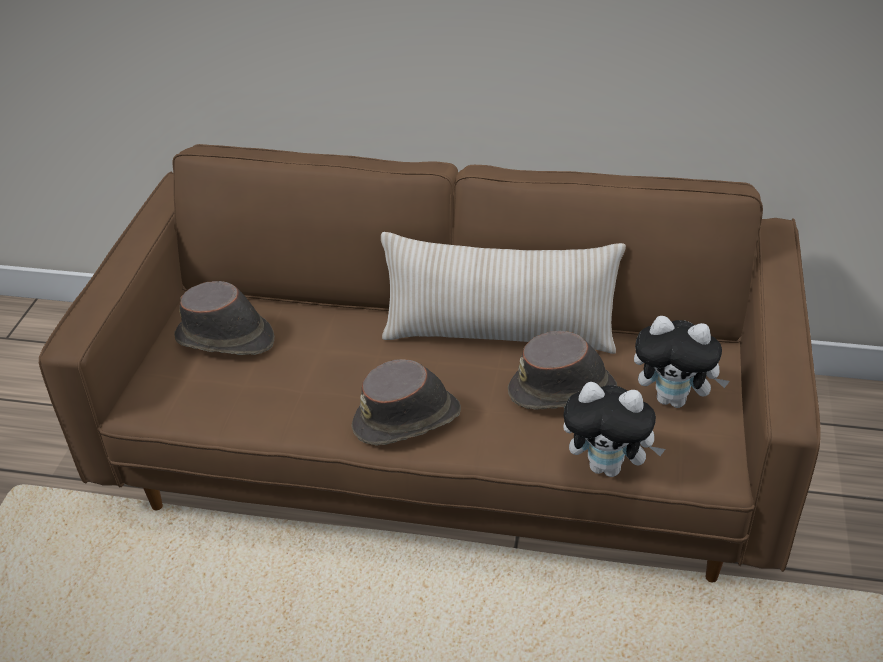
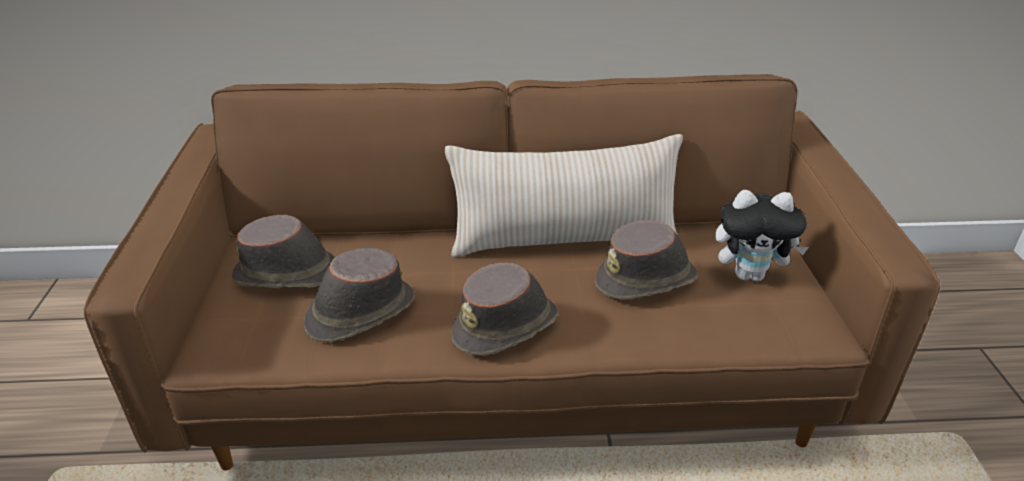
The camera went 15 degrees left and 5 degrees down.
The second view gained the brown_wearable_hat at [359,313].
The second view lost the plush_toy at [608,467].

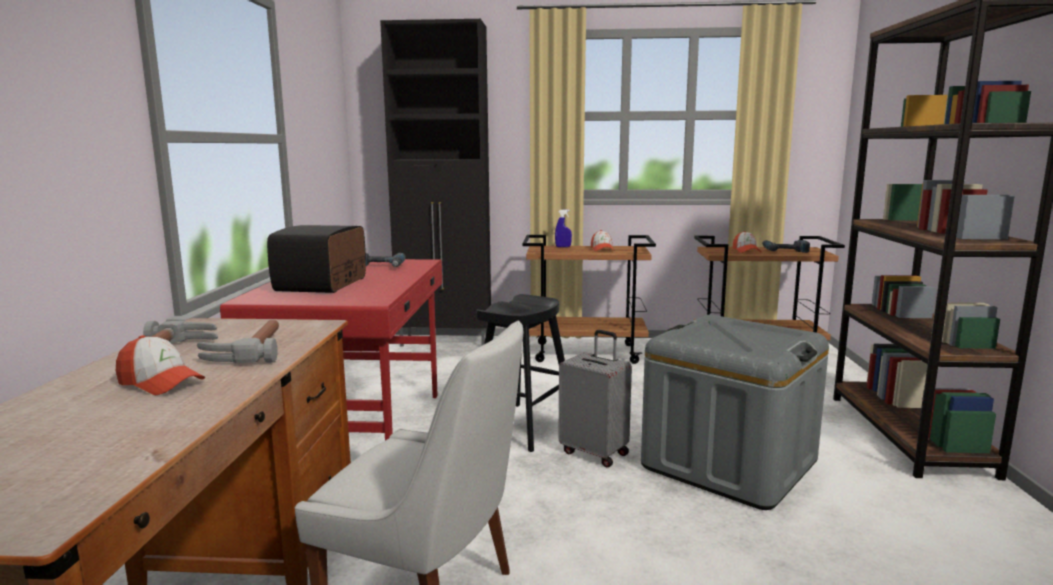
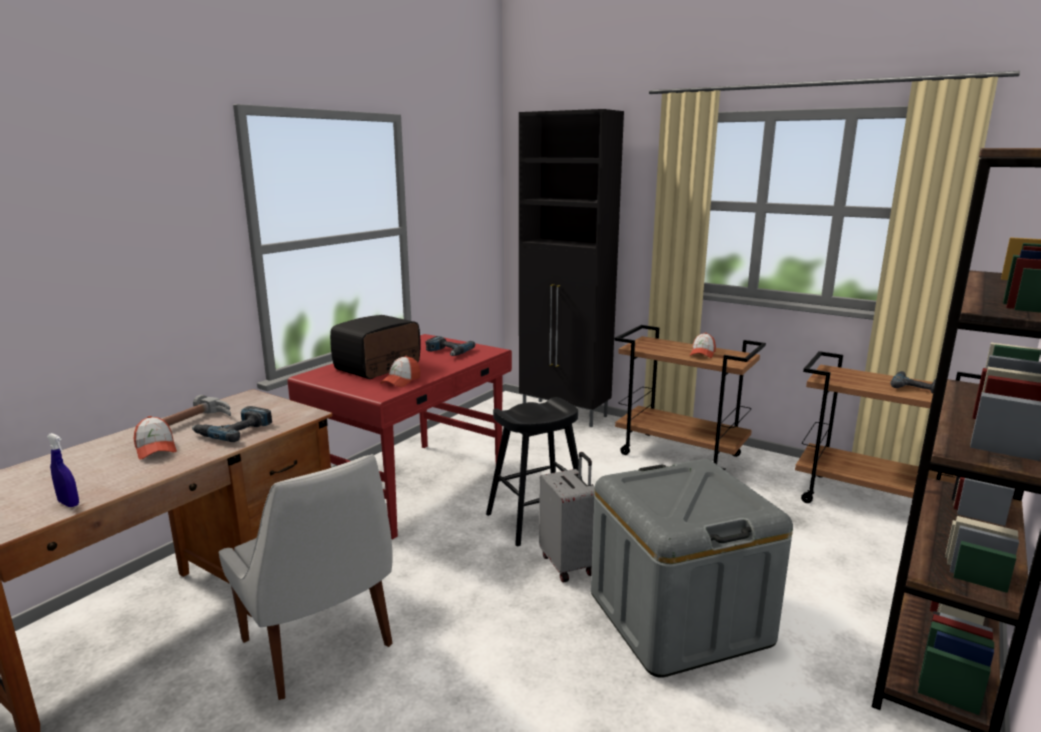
The camera went 30 degrees right and 5 degrees up.
The blue_hand_sprayer ended up elsewhere, having gone from [563,247] to [69,503].
Where the hand_hammer stood at [248,350], the power_drill came to stand at [234,430].
The peaked_cap ended up elsewhere, having gone from [746,251] to [401,381].

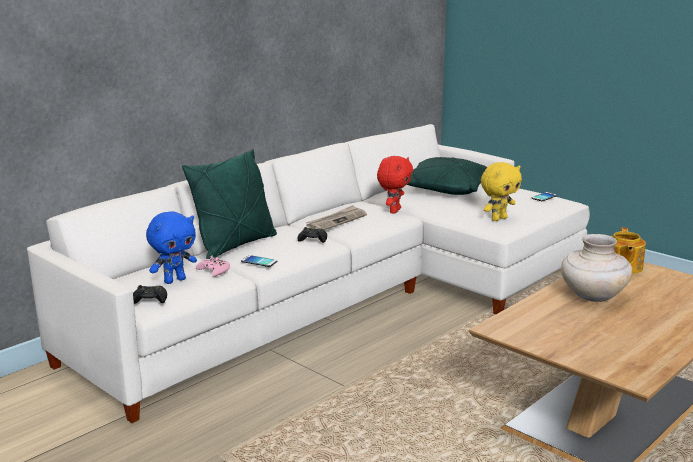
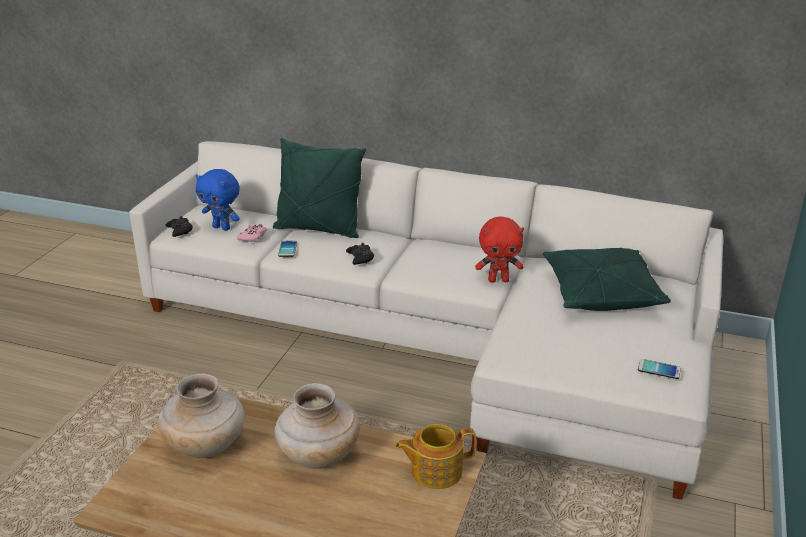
The camera went 65 degrees right and 10 degrees up.
The second view gained the beige_decorative_vase at [206,446].
The second view lost the printed_paper at [336,221].
The second view lost the yellow-coloured_plush_toy at [498,219].

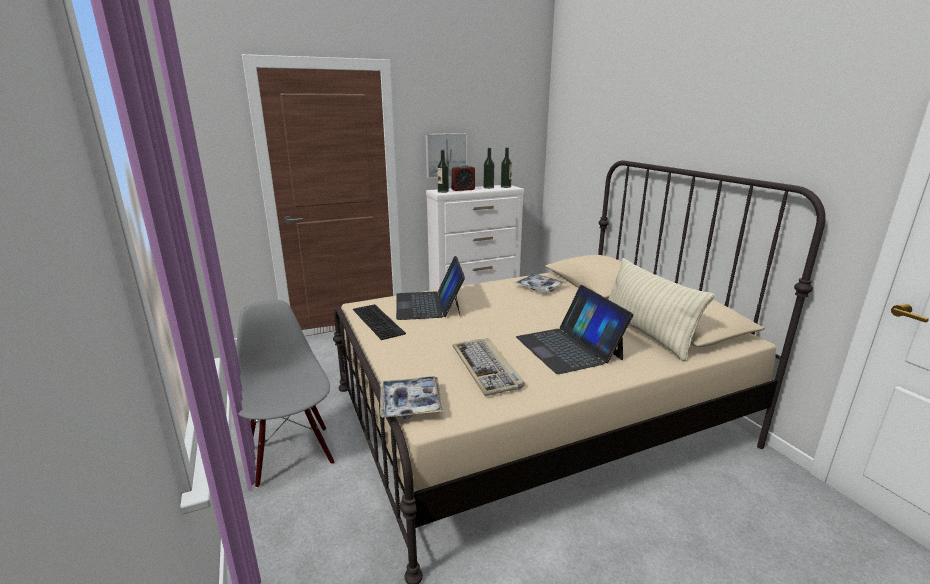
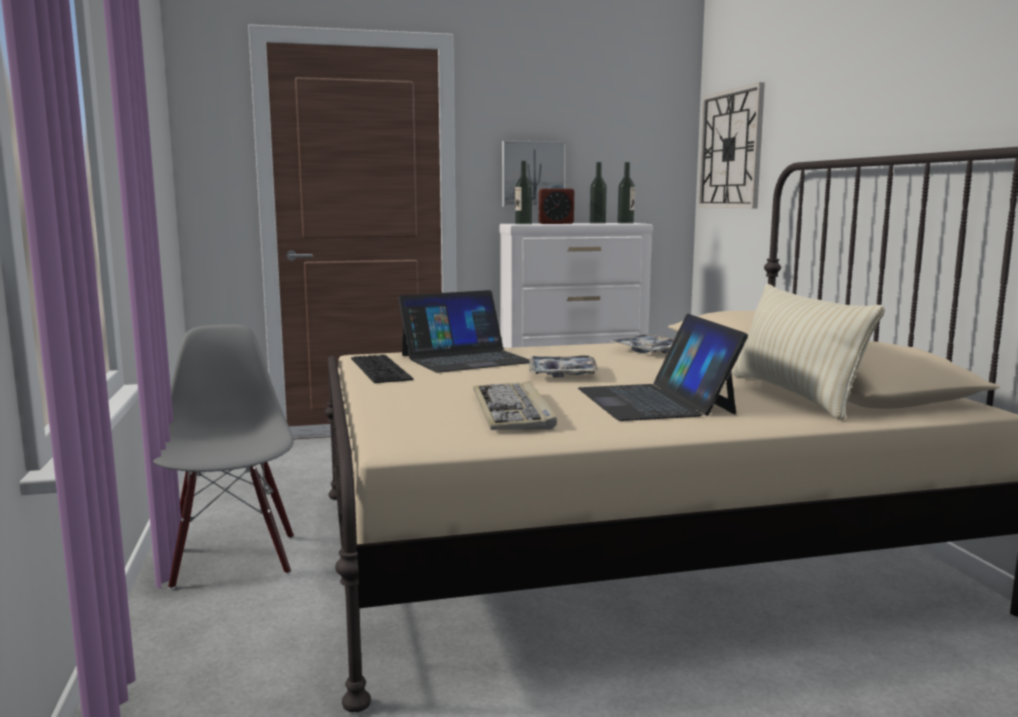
The camera went 10 degrees right and 10 degrees down.
The laptop at [428,304] ended up facing another way, 120 degrees counterclockwise from before.
The serving_tray ended up elsewhere, having gone from [411,403] to [562,374].
The second view gained the wall_clock at [730,149].

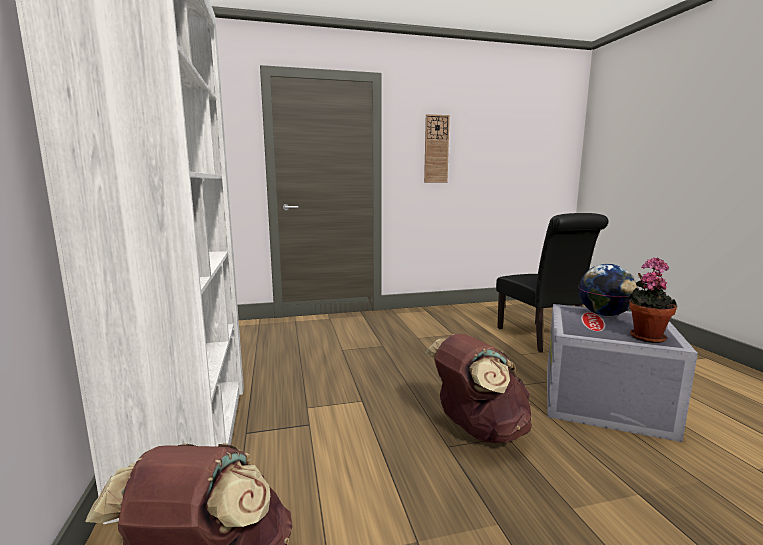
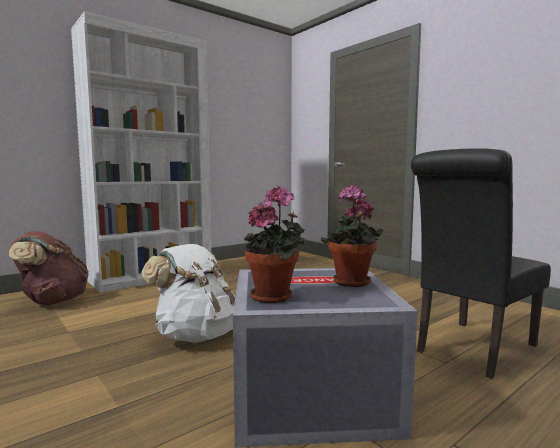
The camera went 65 degrees right and 5 degrees down.
What was the brown_knapsack at [478,431] turned into the white-coloured_knapsack at [196,335].
Where the world_globe stood at [604,314], the plant_in_a_pot came to stand at [351,283].
The second view lost the wall_clock at [436,149].

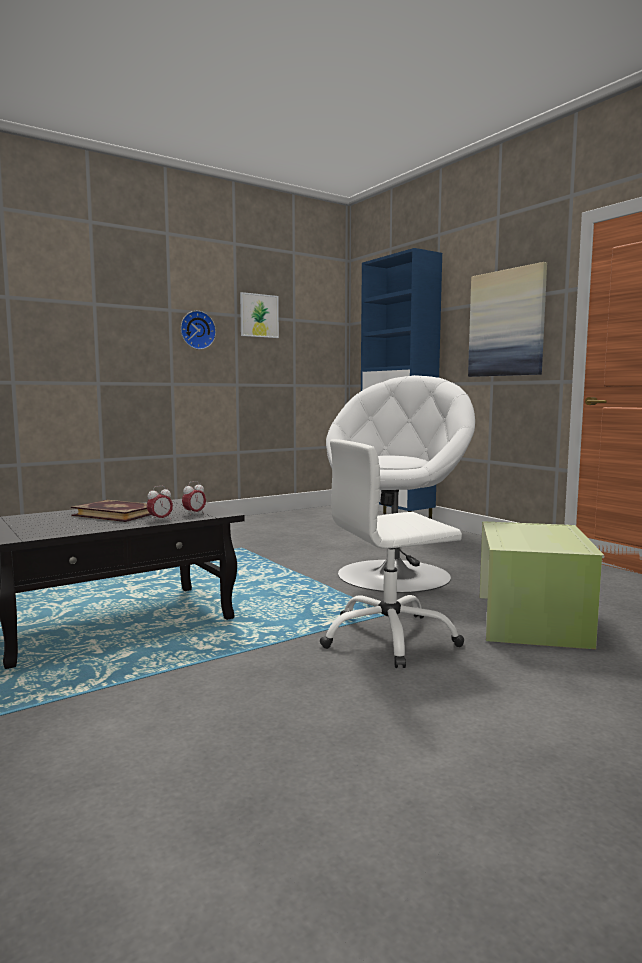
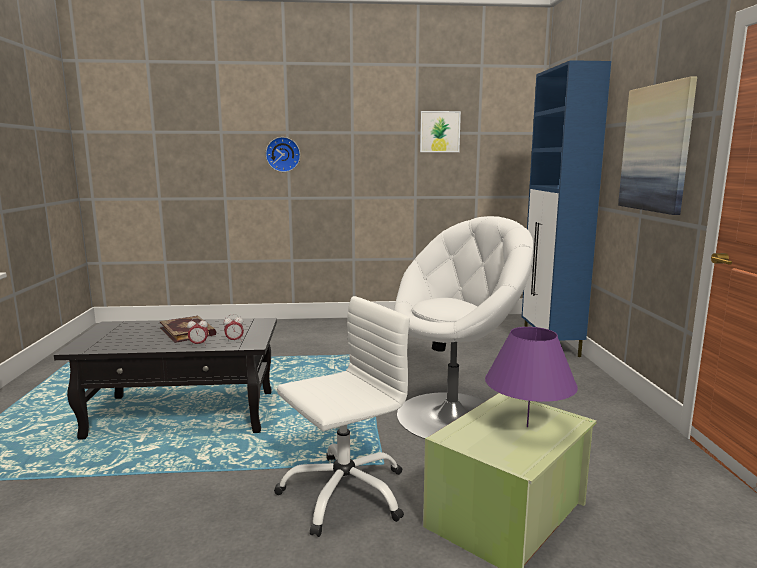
The camera went 30 degrees right and 5 degrees up.
The wall_clock ended up elsewhere, having gone from [197,330] to [283,154].
The white-coloured_computer_chair at [389,638] ended up facing another way, 135 degrees clockwise from before.
The second view gained the purplish_table_lamp at [527,426].

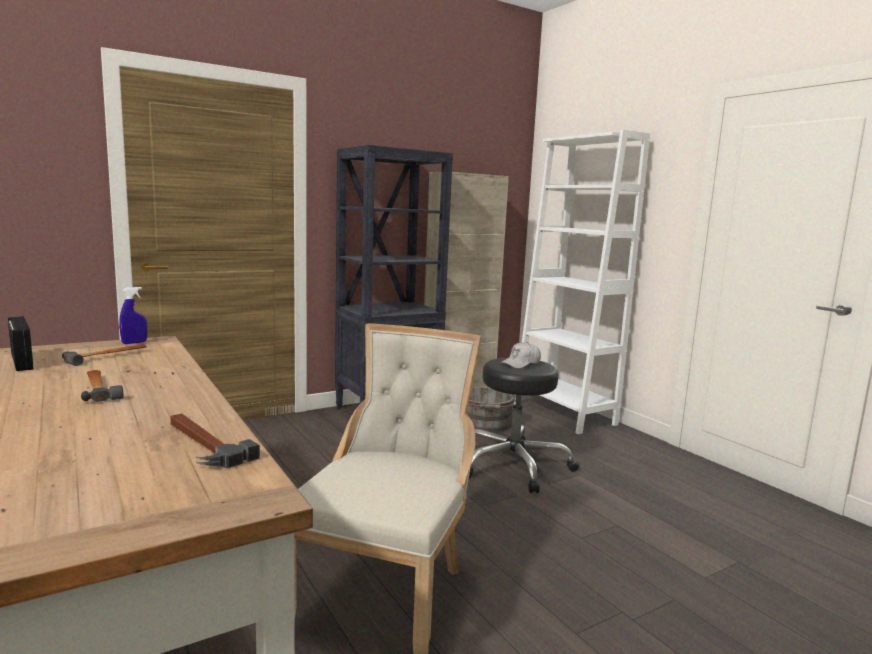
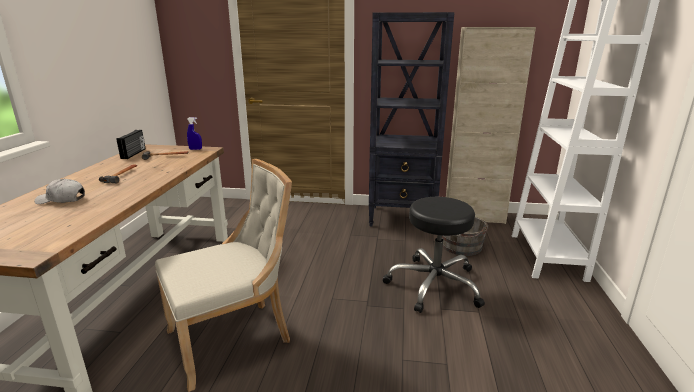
The camera went 40 degrees right and 10 degrees up.
The white-coloured_peaked_cap ended up elsewhere, having gone from [521,363] to [61,199].
The second view lost the hand_hammer at [203,444].

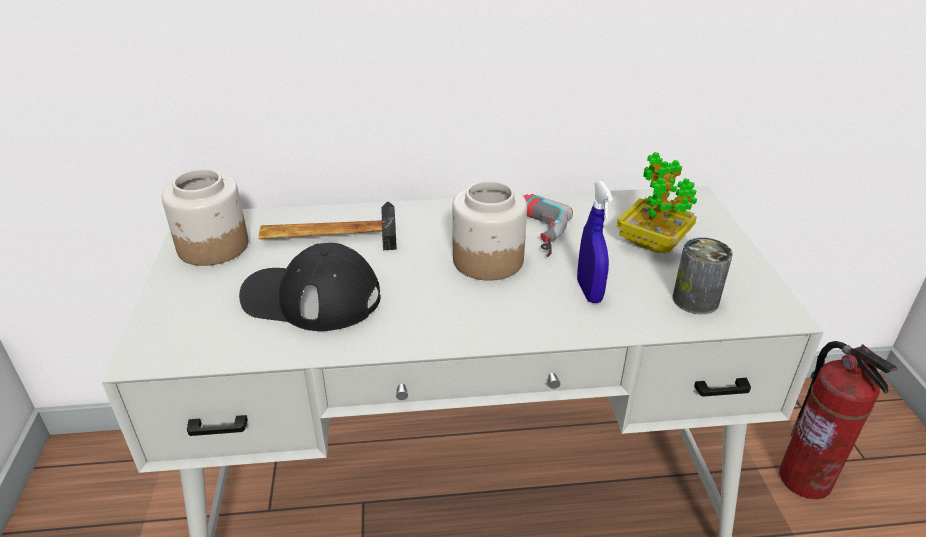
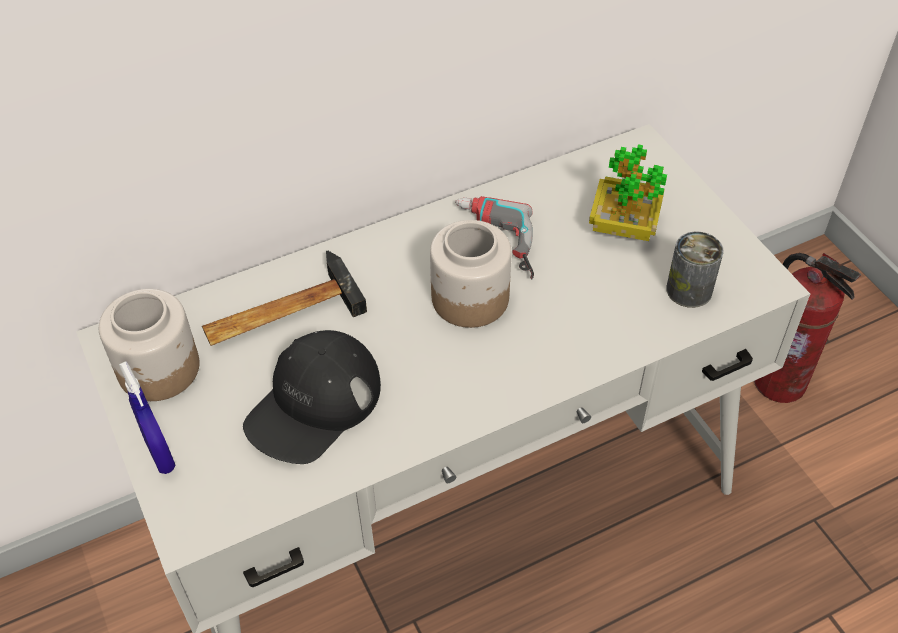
The camera went 20 degrees left and 15 degrees up.
The blue_hand_sprayer ended up elsewhere, having gone from [589,291] to [160,455].
The black-coloured_peaked_cap at [311,297] ended up facing another way, 45 degrees counterclockwise from before.

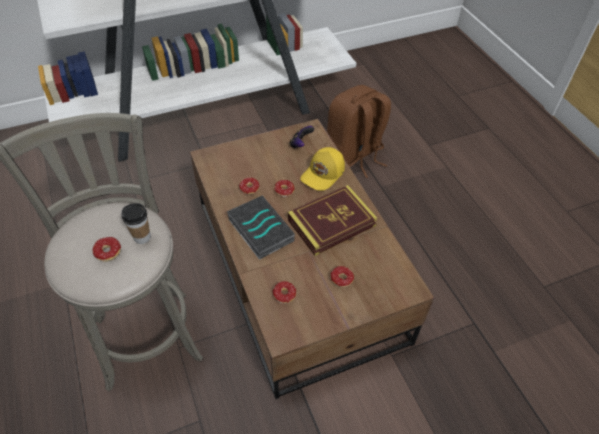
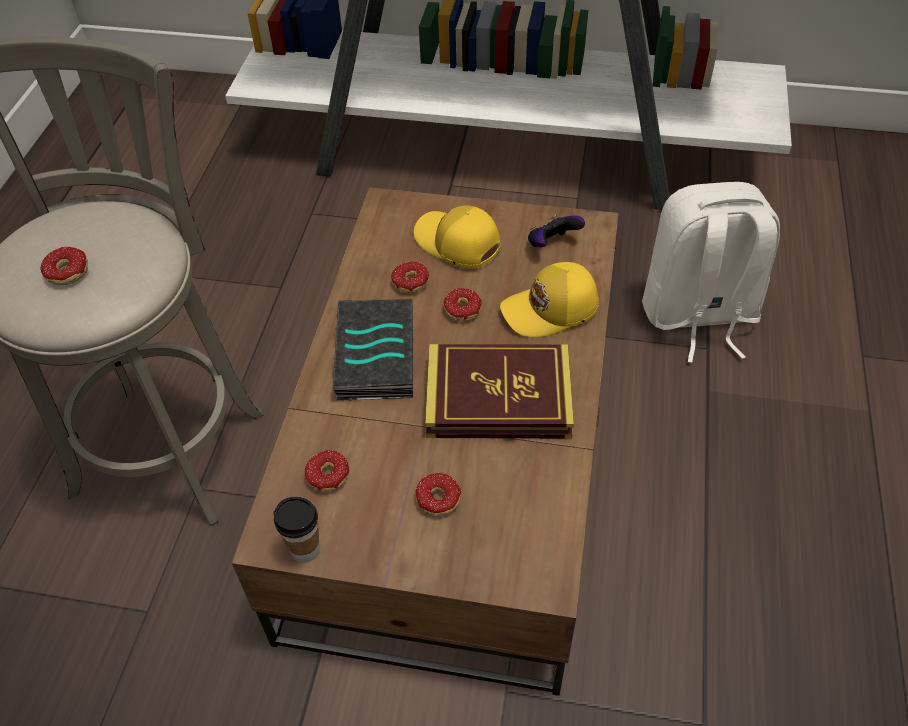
The camera went 35 degrees right and 0 degrees up.
The small_cup ended up elsewhere, having gone from [142,237] to [305,549].
The second view gained the yellow-coloured_peaked_cap at [457,244].
What was the brown_knapsack at [354,155] turned into the white-coloured_knapsack at [698,316].

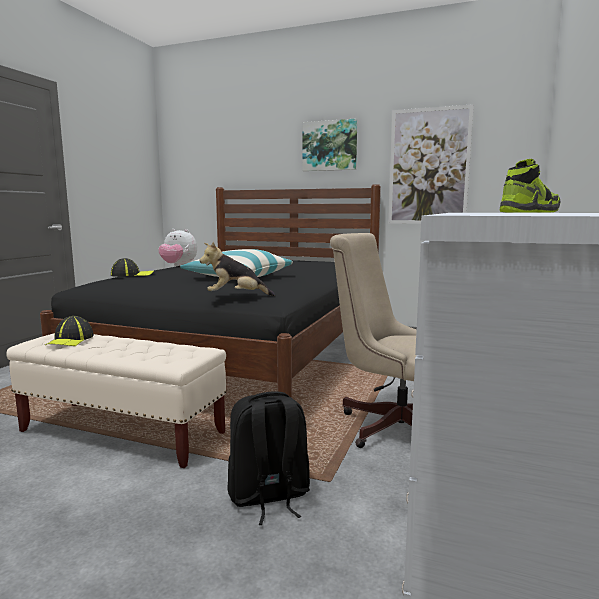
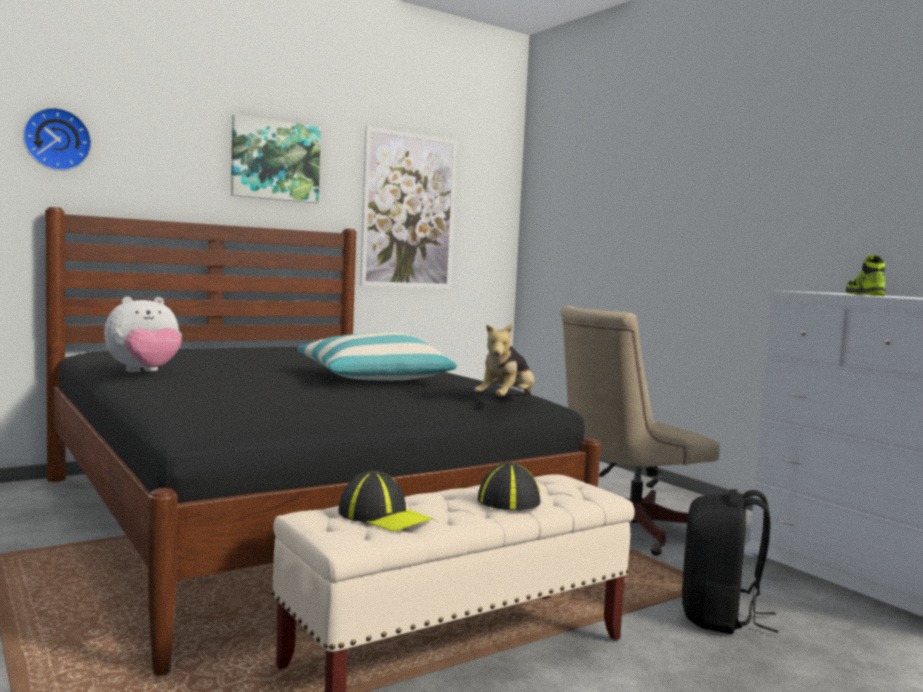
The camera went 55 degrees left and 5 degrees down.
The second view gained the wall_clock at [57,139].
The peaked_cap ended up elsewhere, having gone from [132,275] to [510,497].

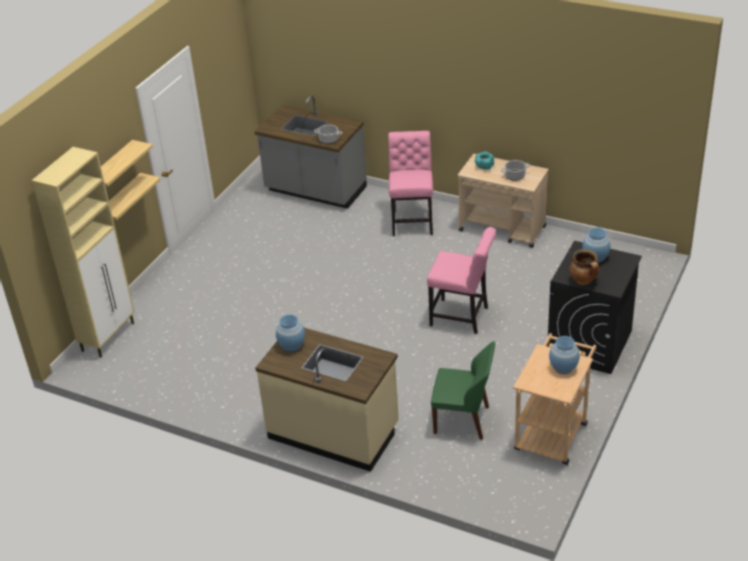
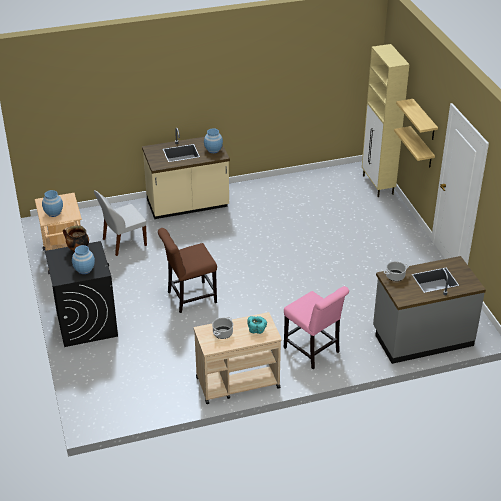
The camera went 135 degrees right and 0 degrees up.
What was the green-coloured_chair at [463,420] turned into the white-coloured_chair at [123,242].
What was the pink_chair at [462,317] turned into the brown_chair at [189,298].

